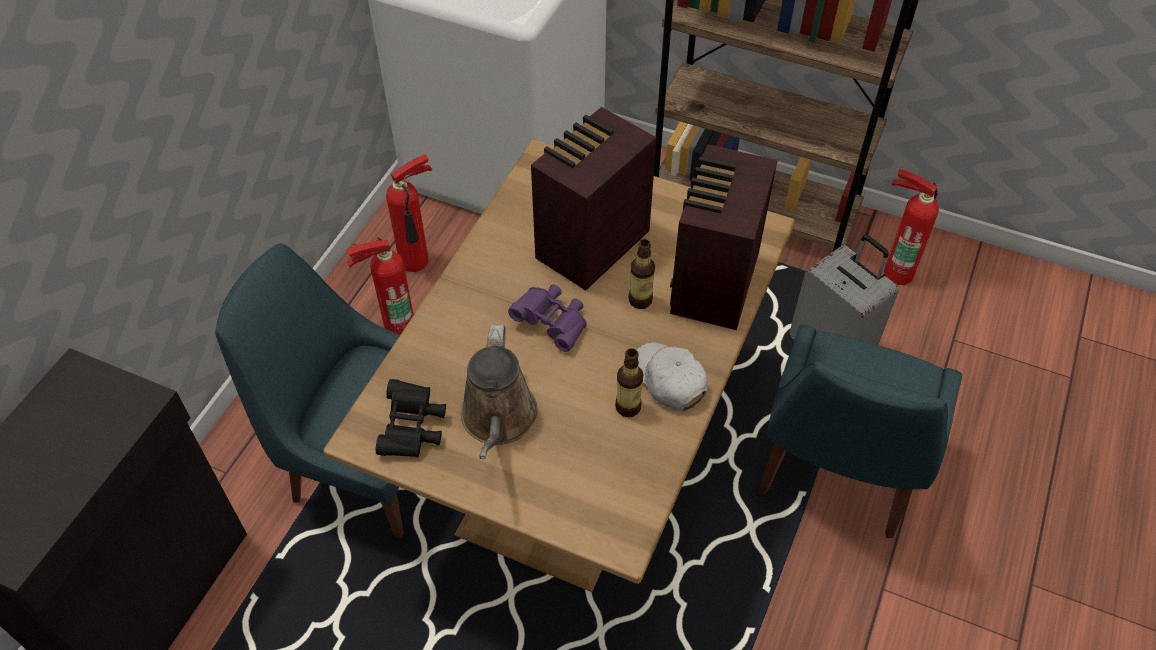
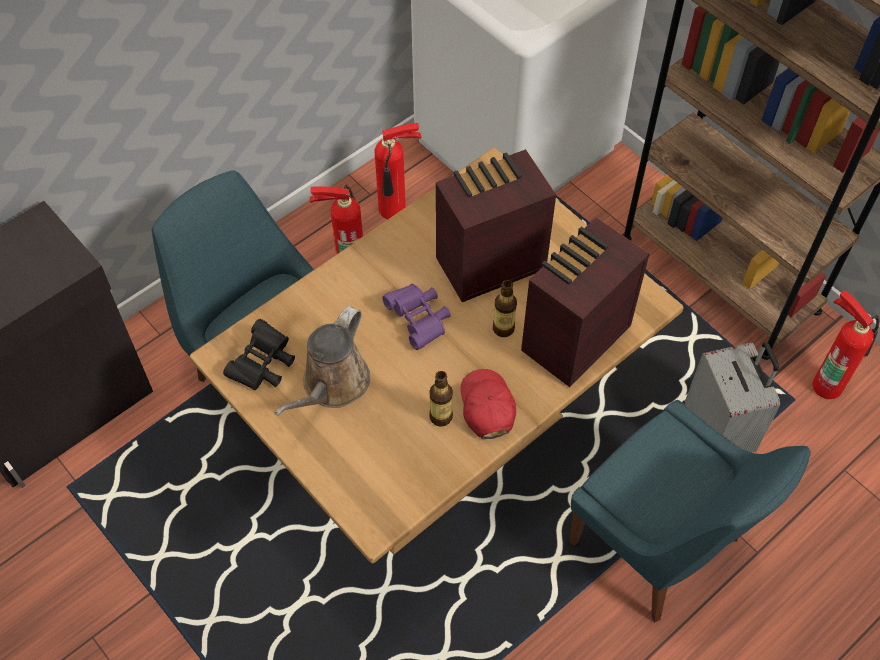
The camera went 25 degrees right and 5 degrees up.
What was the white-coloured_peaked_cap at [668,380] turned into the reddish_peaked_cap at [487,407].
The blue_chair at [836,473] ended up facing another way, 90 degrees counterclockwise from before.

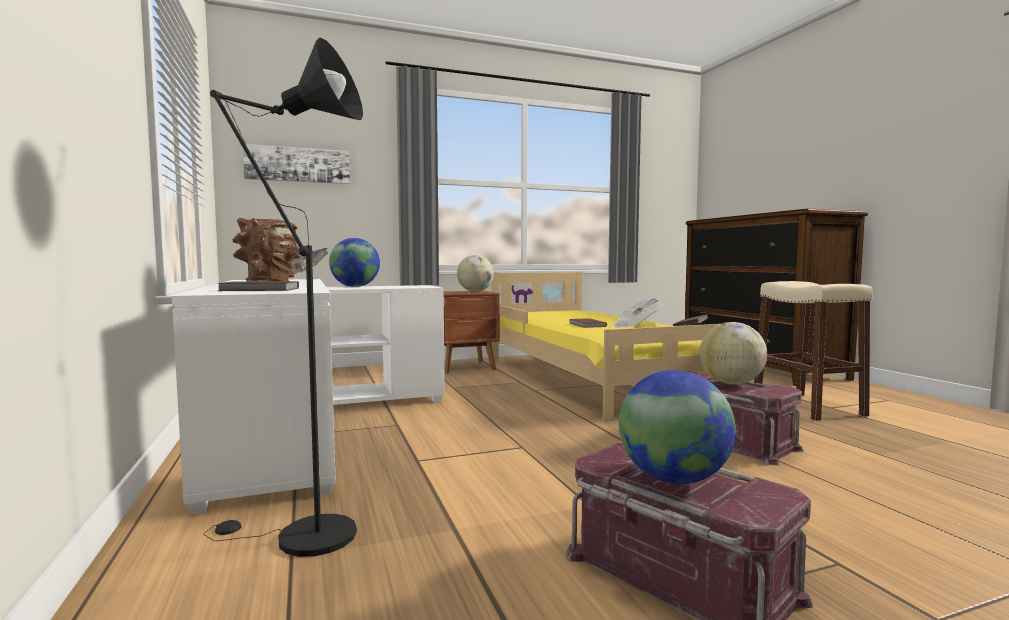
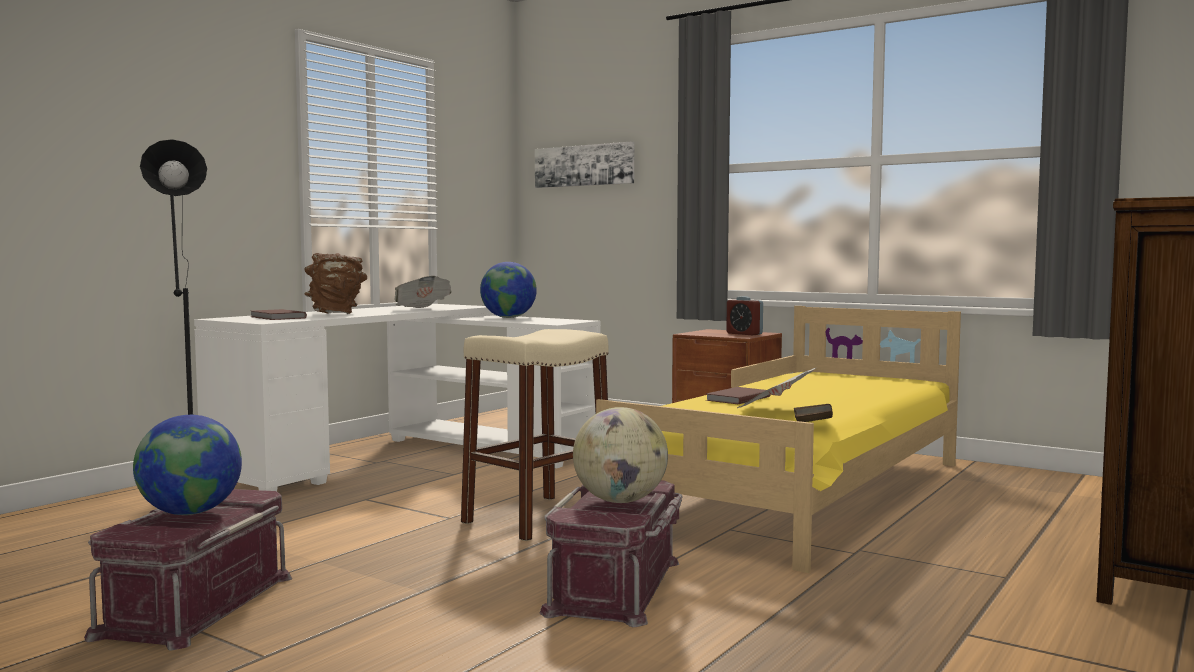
The camera went 55 degrees right and 0 degrees up.
The beige_sitting_stool ended up elsewhere, having gone from [807,407] to [538,517].
Where the world_globe stood at [475,291], the alarm_clock came to stand at [744,334].

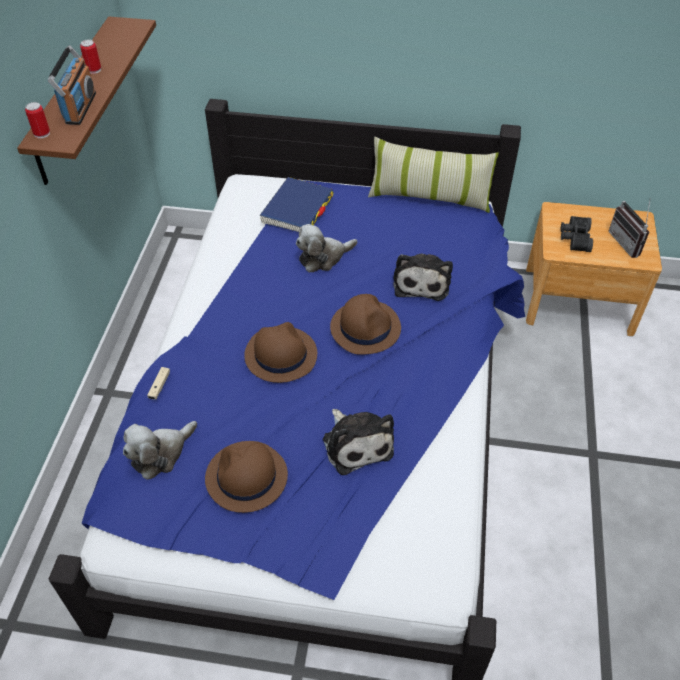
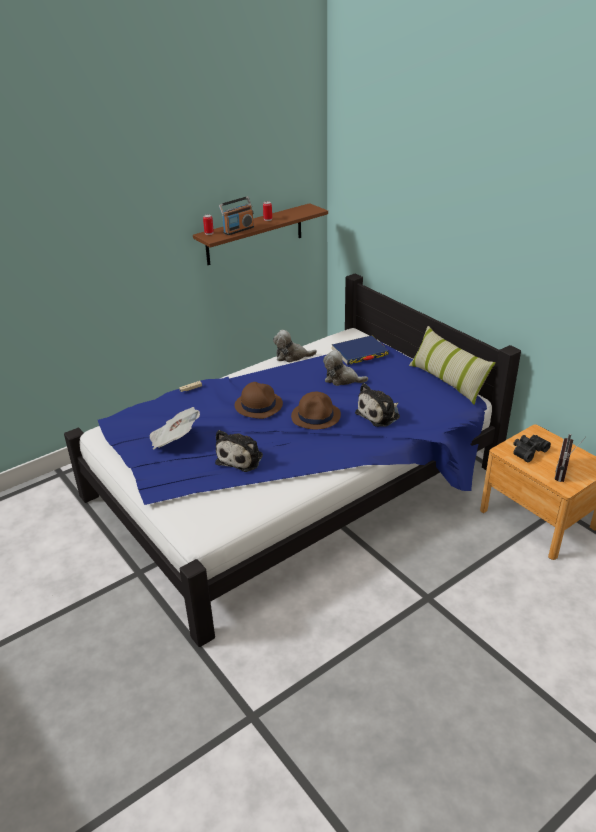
The camera went 45 degrees right and 15 degrees down.
Where the brown_wearable_hat stood at [246,477], the printed_paper came to stand at [174,439].
The plush_toy ended up elsewhere, having gone from [161,454] to [292,356].

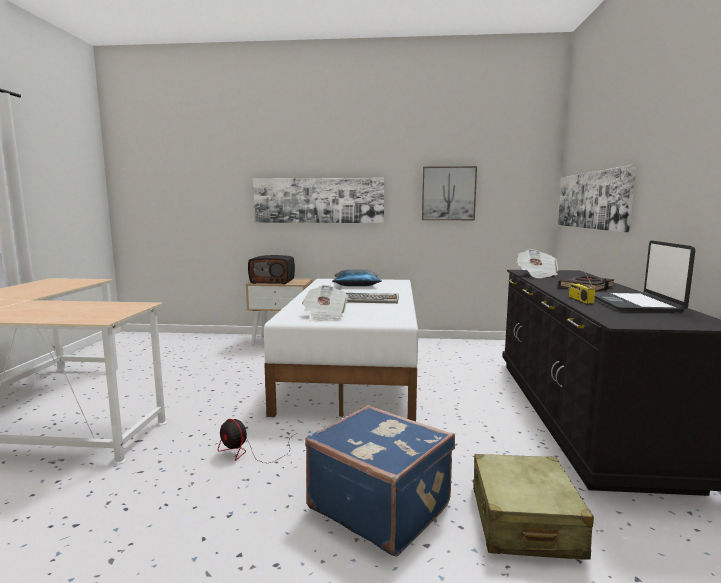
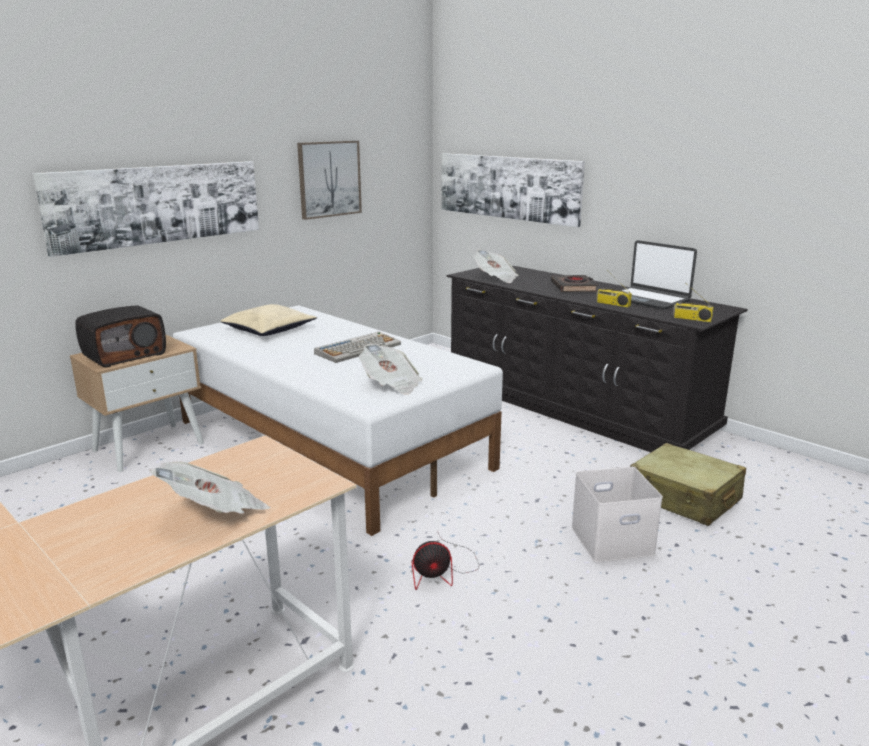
The camera went 50 degrees left and 10 degrees up.
The second view gained the printed_paper at [215,513].
What was the blue_cushion at [357,285] turned into the beige_cushion at [269,330].
Where the blue_travel_case stood at [380,505], the white-coloured_storage_container came to stand at [611,541].
The second view gained the radio_receiver at [691,319].

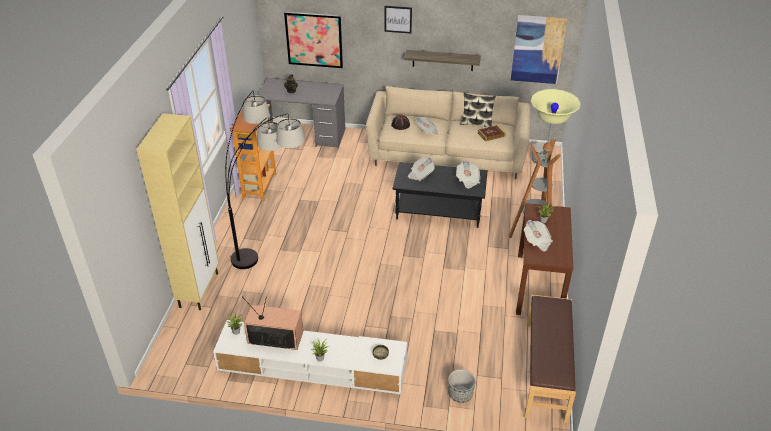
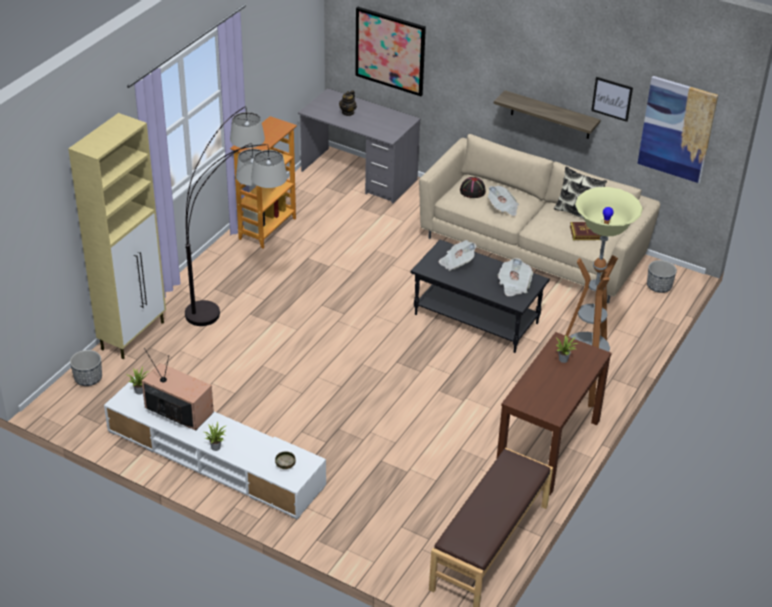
The camera went 20 degrees right and 0 degrees up.
The planter ended up elsewhere, having gone from [460,394] to [88,378].
The picture ended up elsewhere, having gone from [398,19] to [612,99].
The second view lost the printed_paper at [537,241].

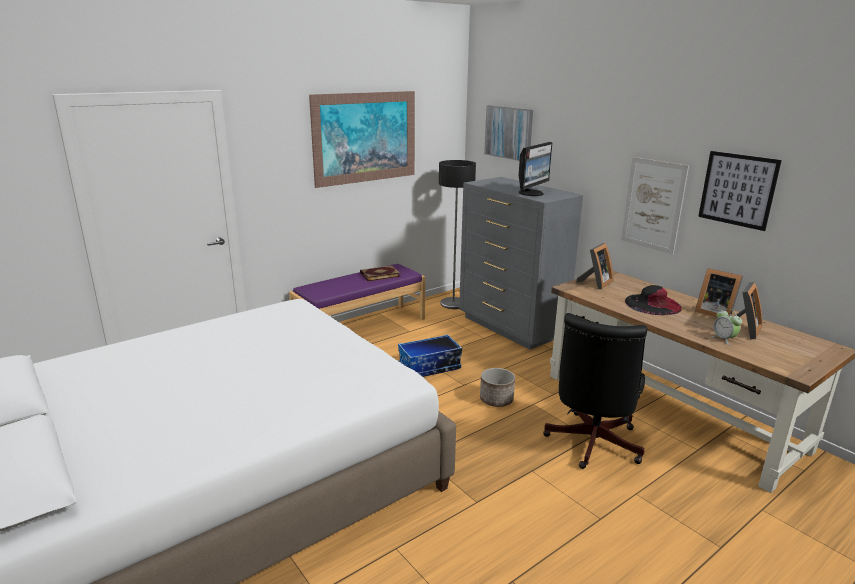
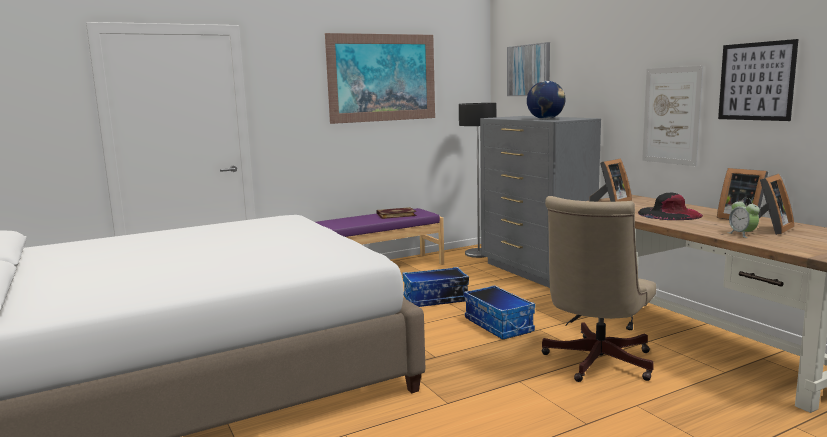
The camera went 10 degrees right and 10 degrees down.
Where the planter stood at [496,400], the storage_container came to stand at [499,325].
Where the computer_screen stood at [532,193], the world_globe came to stand at [545,119].
What was the black-coloured_computer_chair at [591,445] turned into the beige_computer_chair at [595,363].

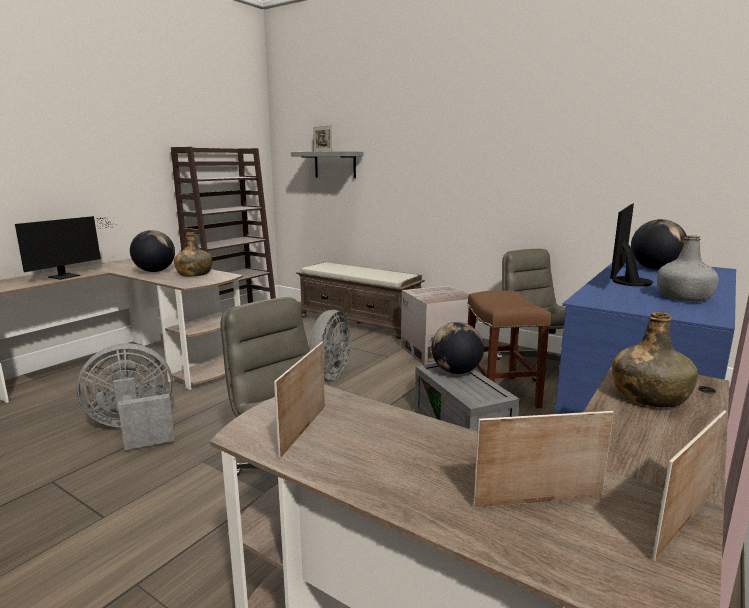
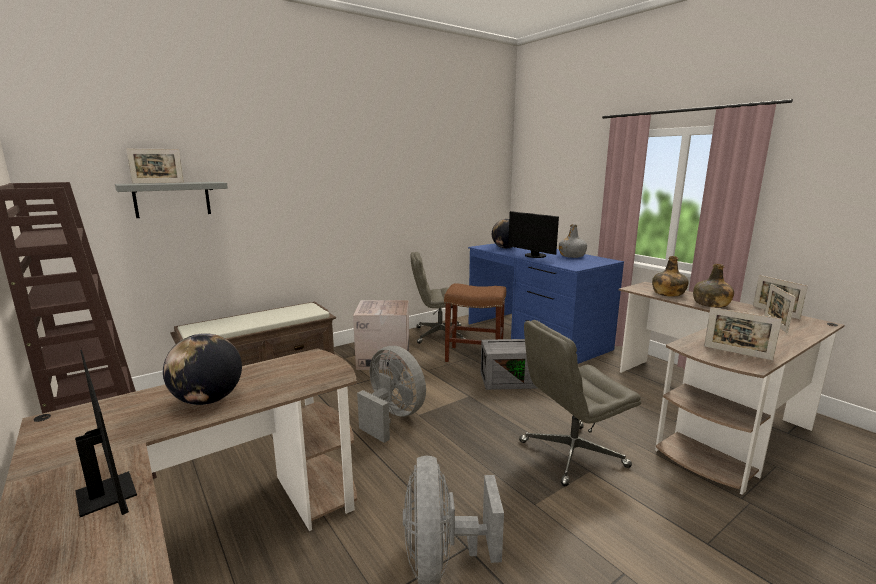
The camera went 70 degrees left and 0 degrees up.
The green-coloured_drink_bottle ended up elsewhere, having gone from [194,274] to [711,304].
The second view lost the world_globe at [456,371].

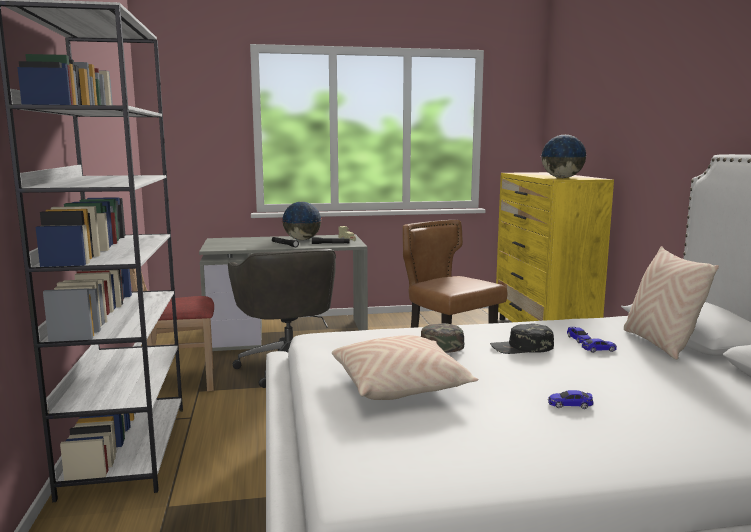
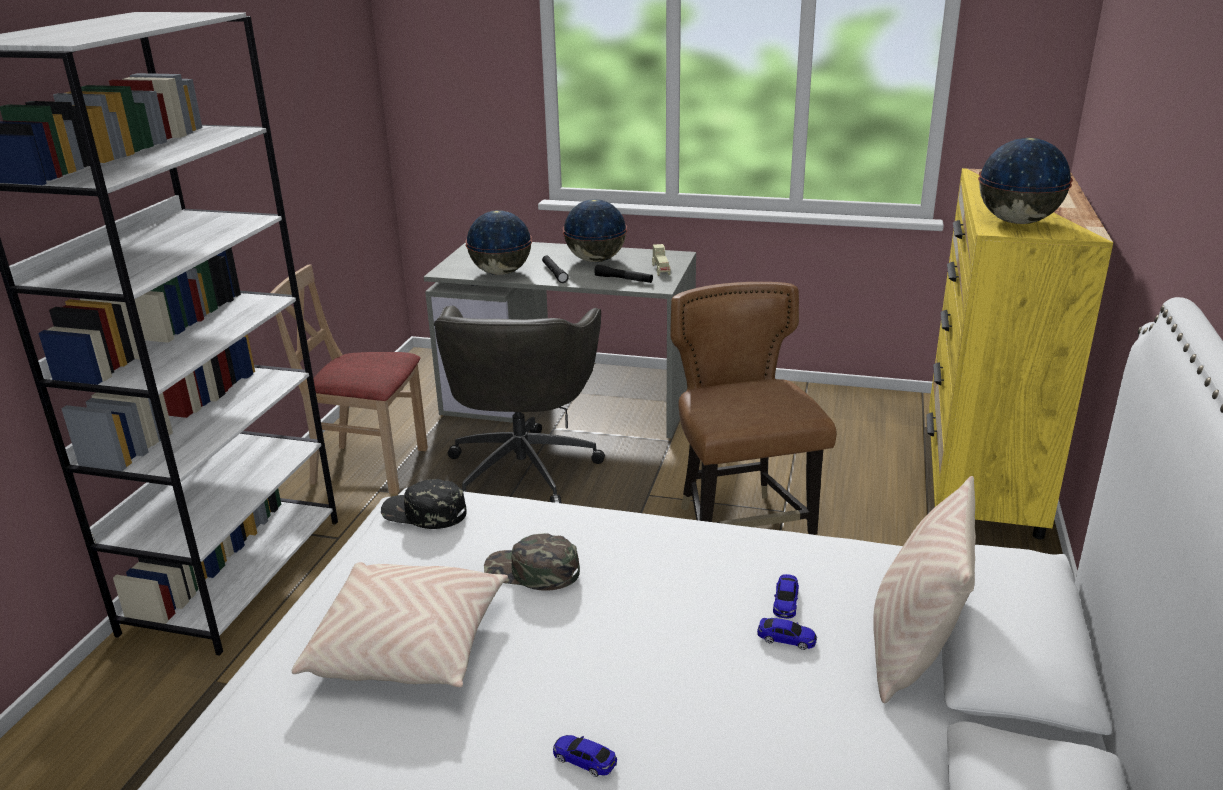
The camera went 25 degrees right and 15 degrees up.
The black-coloured_peaked_cap ended up elsewhere, having gone from [522,347] to [424,513].
The second view gained the world_globe at [501,273].

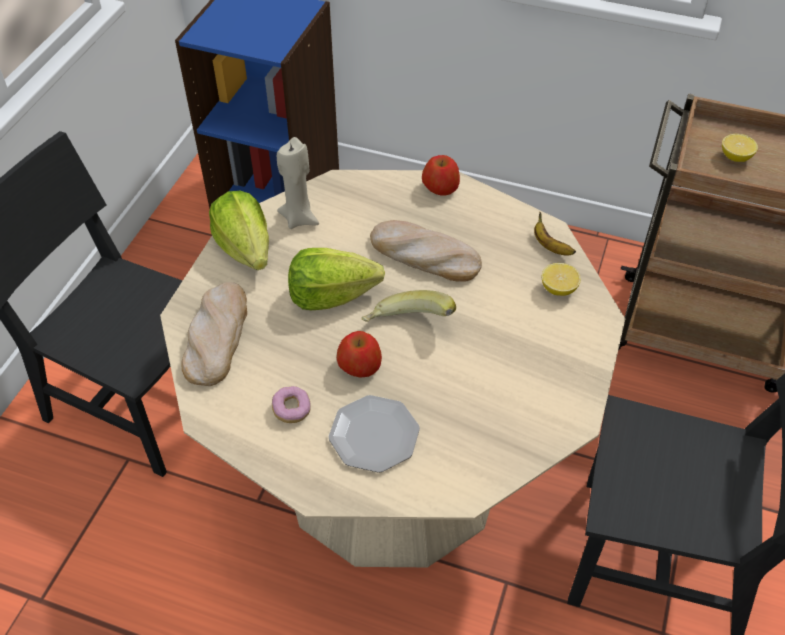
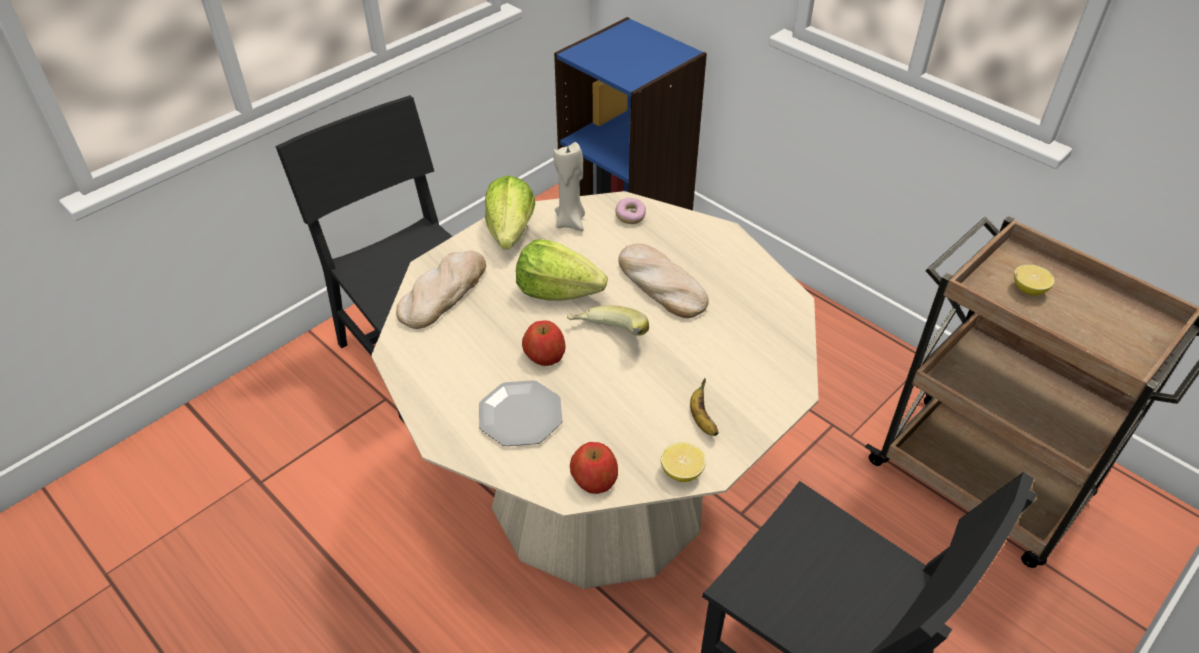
The camera went 25 degrees right and 5 degrees down.
The whole_apple ended up elsewhere, having gone from [440,187] to [594,479].
The doughnut ended up elsewhere, having gone from [292,410] to [630,216].
The lemon ended up elsewhere, having gone from [558,289] to [682,472].
The whole_banana ended up elsewhere, having gone from [550,246] to [701,419].

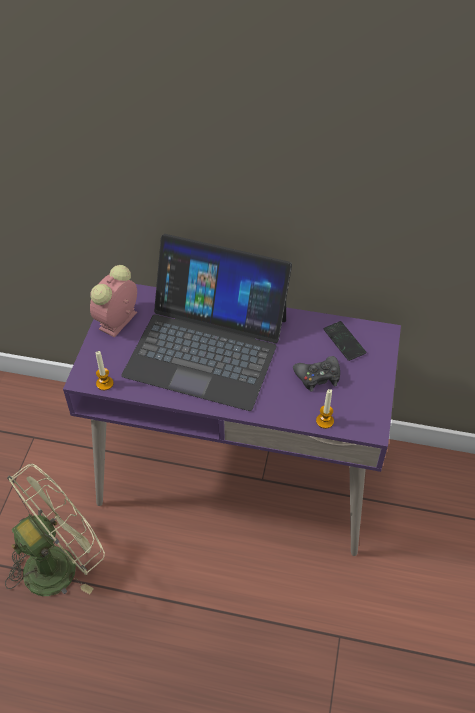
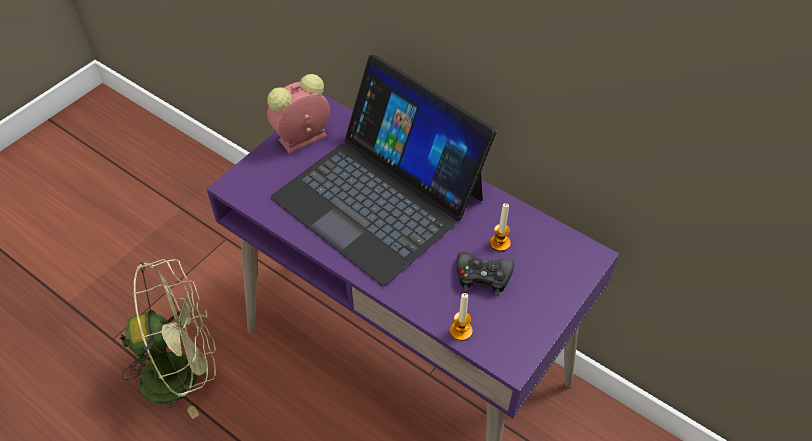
The camera went 25 degrees right and 0 degrees up.
The wax_candle ended up elsewhere, having gone from [104,383] to [500,243].
The second view lost the handset at [344,341].

